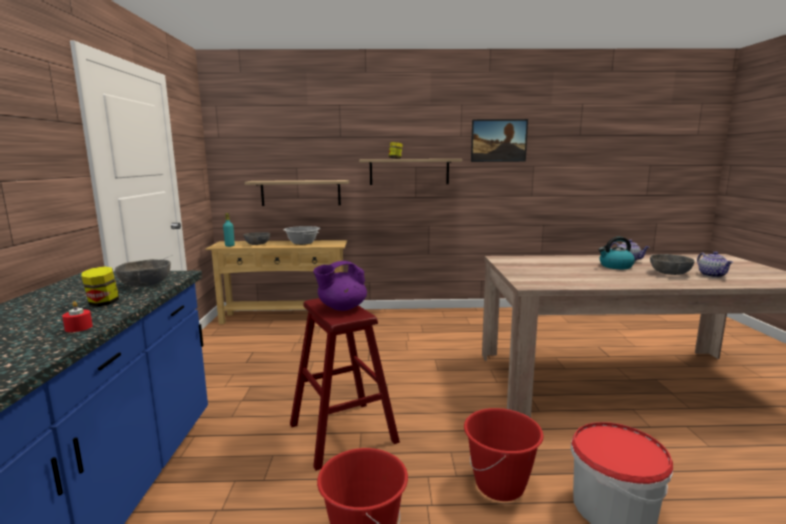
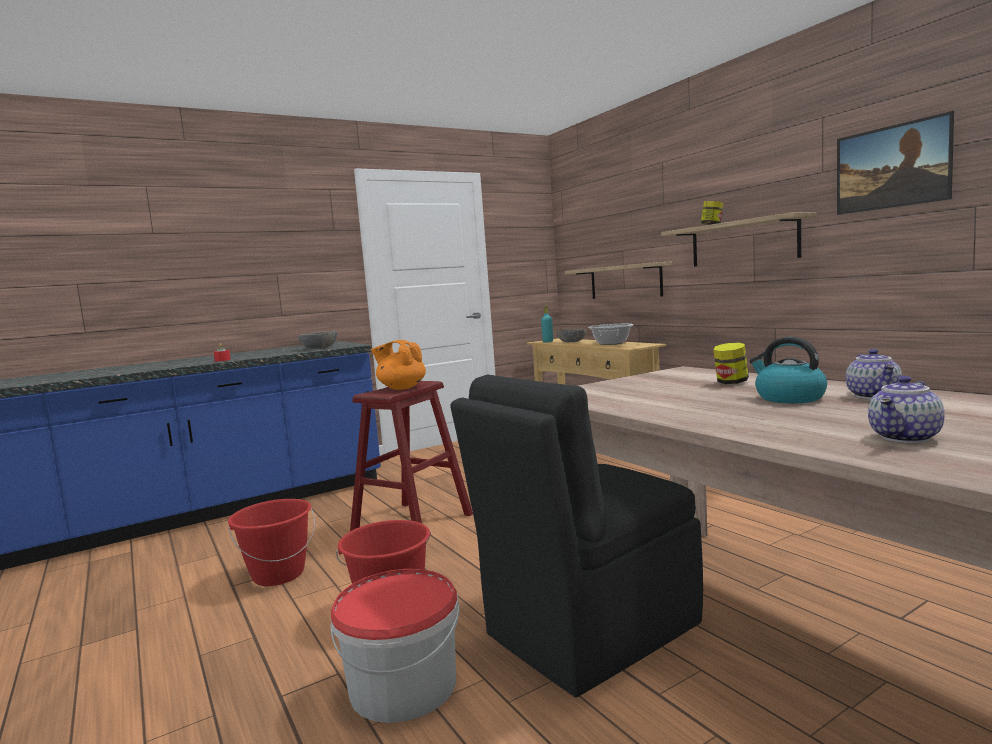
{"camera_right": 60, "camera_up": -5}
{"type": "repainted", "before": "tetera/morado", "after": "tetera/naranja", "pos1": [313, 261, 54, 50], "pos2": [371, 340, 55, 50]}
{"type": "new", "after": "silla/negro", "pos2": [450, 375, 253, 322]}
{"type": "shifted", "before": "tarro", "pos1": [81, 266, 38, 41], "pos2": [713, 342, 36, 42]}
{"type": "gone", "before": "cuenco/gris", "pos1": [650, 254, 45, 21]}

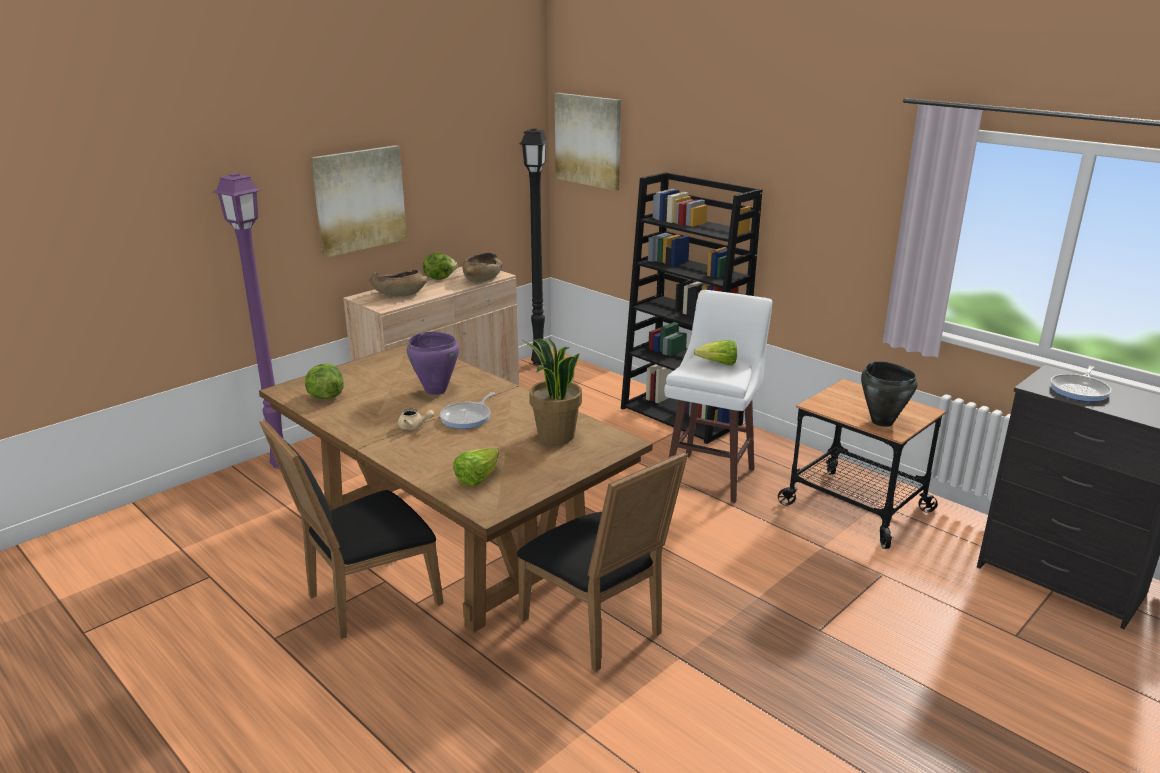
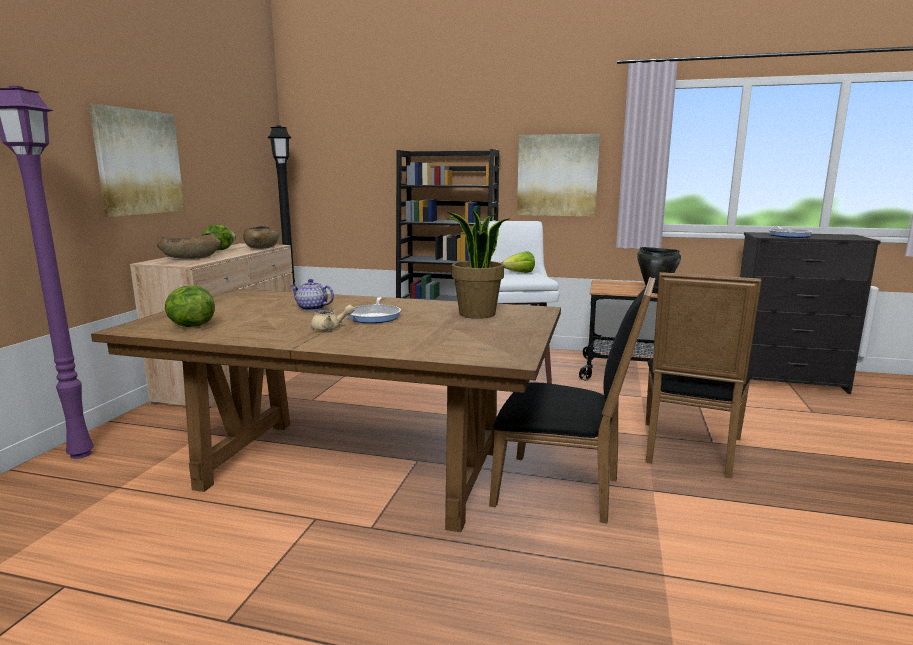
{"camera_right": -30, "camera_up": -10}
{"type": "swapped", "before": "olla/morado", "after": "tetera", "pos1": [407, 332, 52, 63], "pos2": [290, 279, 44, 32]}
{"type": "shifted", "before": "cuadro", "pos1": [555, 93, 66, 98], "pos2": [517, 134, 83, 83]}
{"type": "shifted", "before": "silla/negro", "pos1": [259, 419, 185, 220], "pos2": [646, 272, 116, 206]}
{"type": "gone", "before": "lechuga", "pos1": [453, 448, 46, 38]}

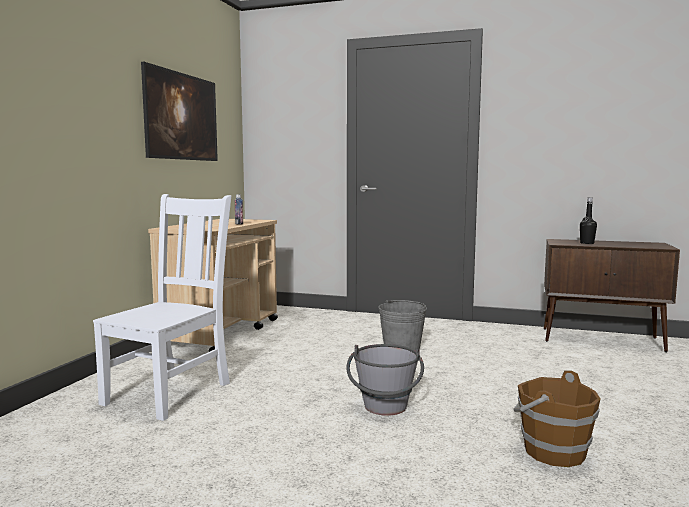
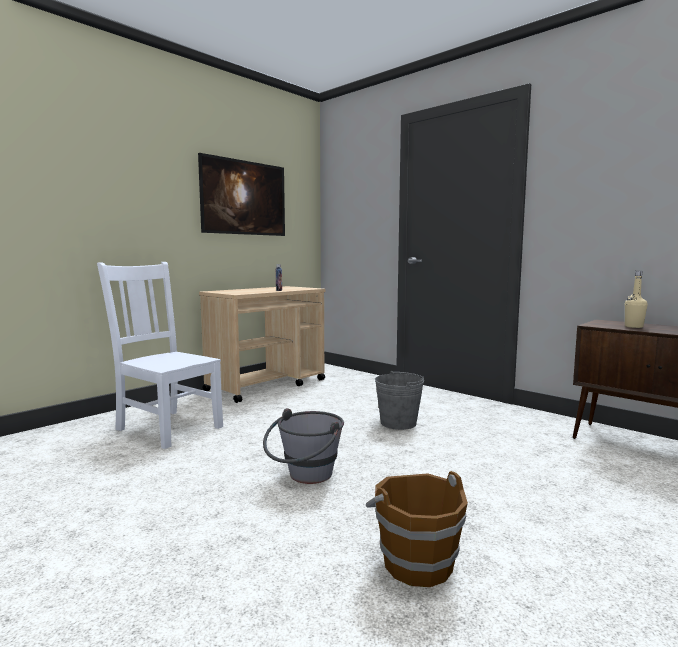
{"camera_right": 25, "camera_up": 0}
{"type": "rotated", "before": "silla/blanco", "pos1": [93, 194, 138, 227], "pos2": [97, 262, 126, 187], "turn": -105}
{"type": "repainted", "before": "botella/negro", "after": "botella/beis", "pos1": [580, 198, 17, 46], "pos2": [625, 271, 23, 57]}

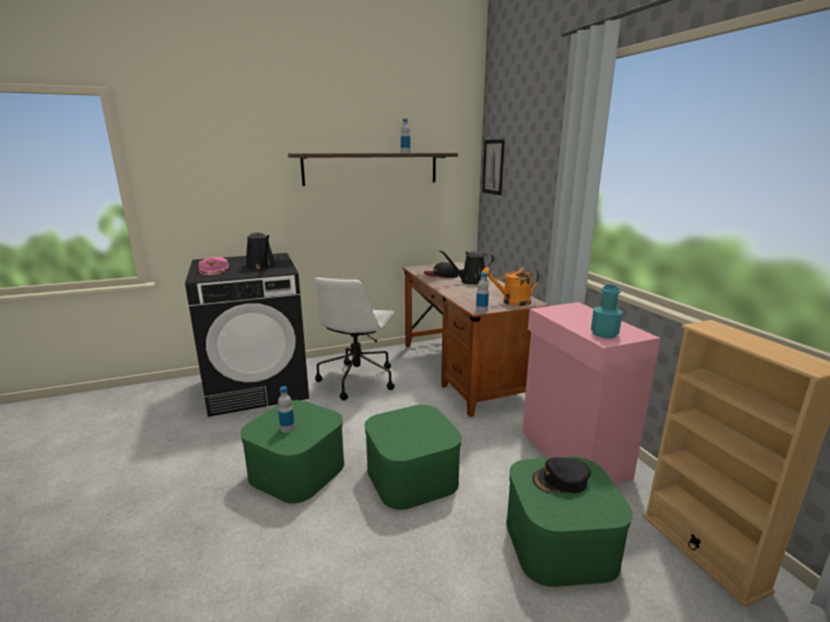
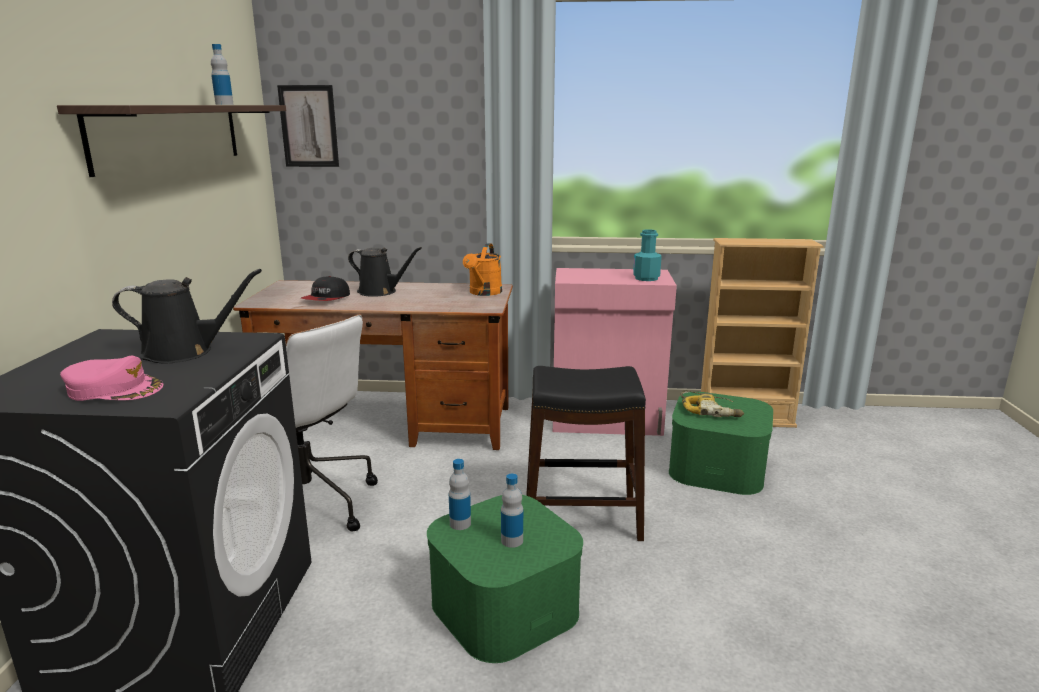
{"camera_right": -65, "camera_up": 0}
{"type": "rotated", "before": "regadera/negro", "pos1": [439, 250, 55, 34], "pos2": [348, 247, 74, 50], "turn": -75}
{"type": "shifted", "before": "botella", "pos1": [476, 272, 13, 41], "pos2": [449, 459, 22, 71]}
{"type": "swapped", "before": "caja de almacenaje/verde", "after": "taburete/negro", "pos1": [364, 405, 98, 105], "pos2": [526, 366, 120, 175]}
{"type": "swapped", "before": "gorra/negro", "after": "taladro", "pos1": [532, 457, 59, 36], "pos2": [681, 390, 63, 27]}

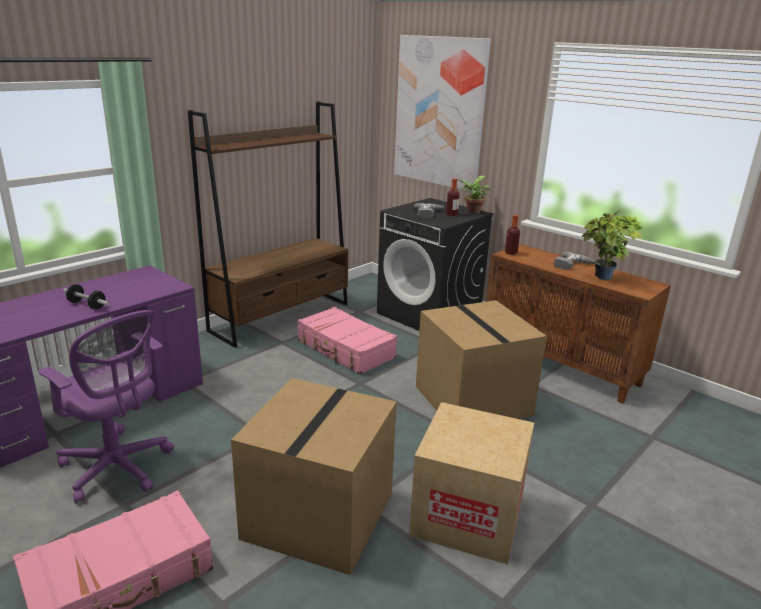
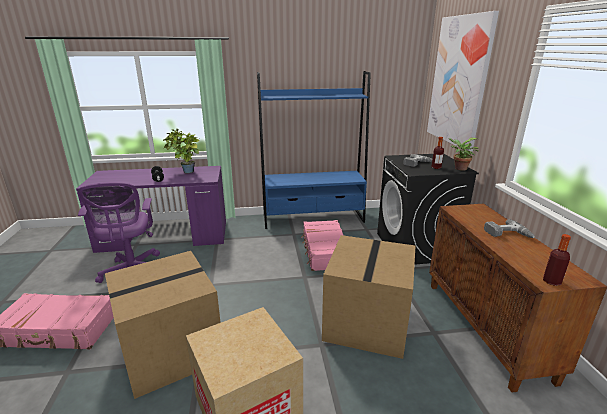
{"camera_right": 40, "camera_up": 0}
{"type": "shifted", "before": "planta en maceta", "pos1": [582, 211, 61, 69], "pos2": [163, 129, 36, 44]}
{"type": "repainted", "before": "estantería/marrón", "after": "estantería/azul", "pos1": [188, 101, 160, 247], "pos2": [257, 71, 114, 158]}
{"type": "shifted", "before": "botella", "pos1": [505, 215, 15, 40], "pos2": [543, 234, 28, 52]}

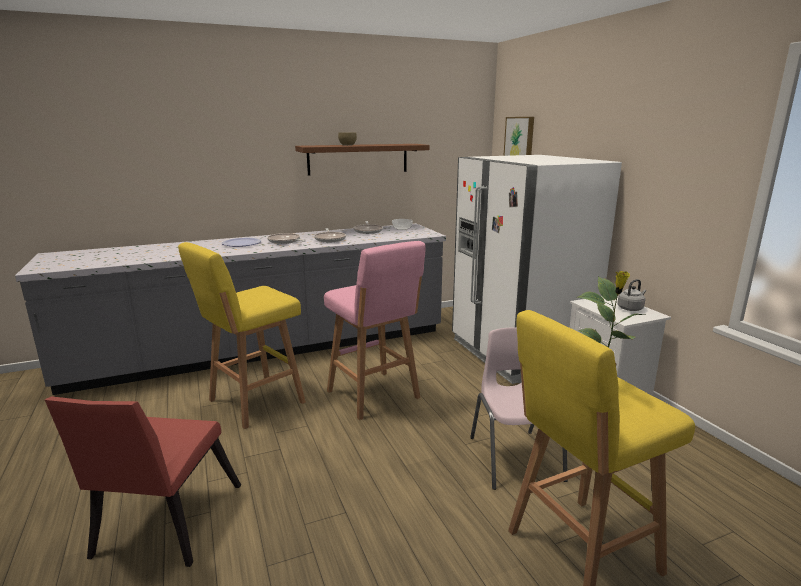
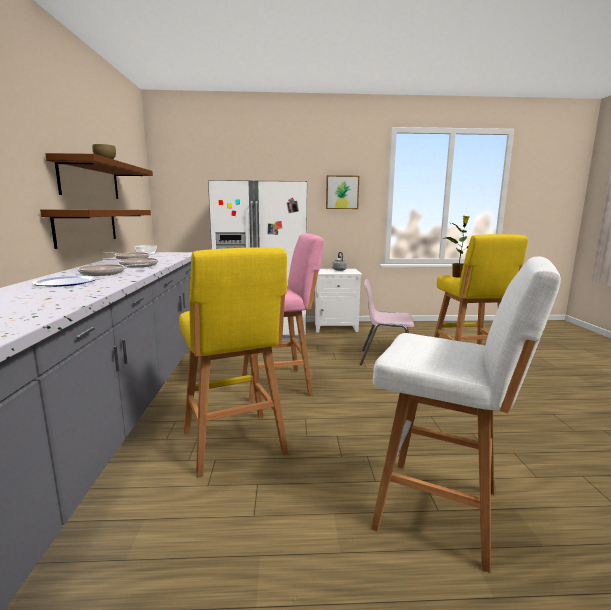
{"camera_right": -70, "camera_up": -5}
{"type": "new", "after": "estante/marrón", "pos2": [40, 209, 111, 40]}
{"type": "shifted", "before": "cuadro", "pos1": [504, 117, 30, 39], "pos2": [326, 175, 33, 34]}
{"type": "swapped", "before": "silla/rojo", "after": "taburete/blanco", "pos1": [45, 396, 196, 171], "pos2": [371, 257, 190, 316]}

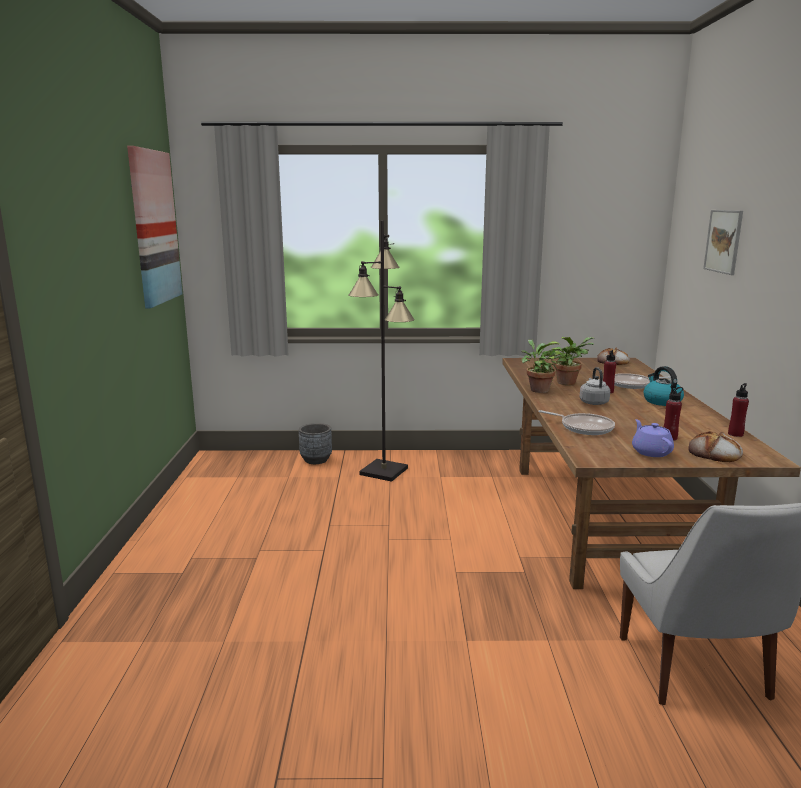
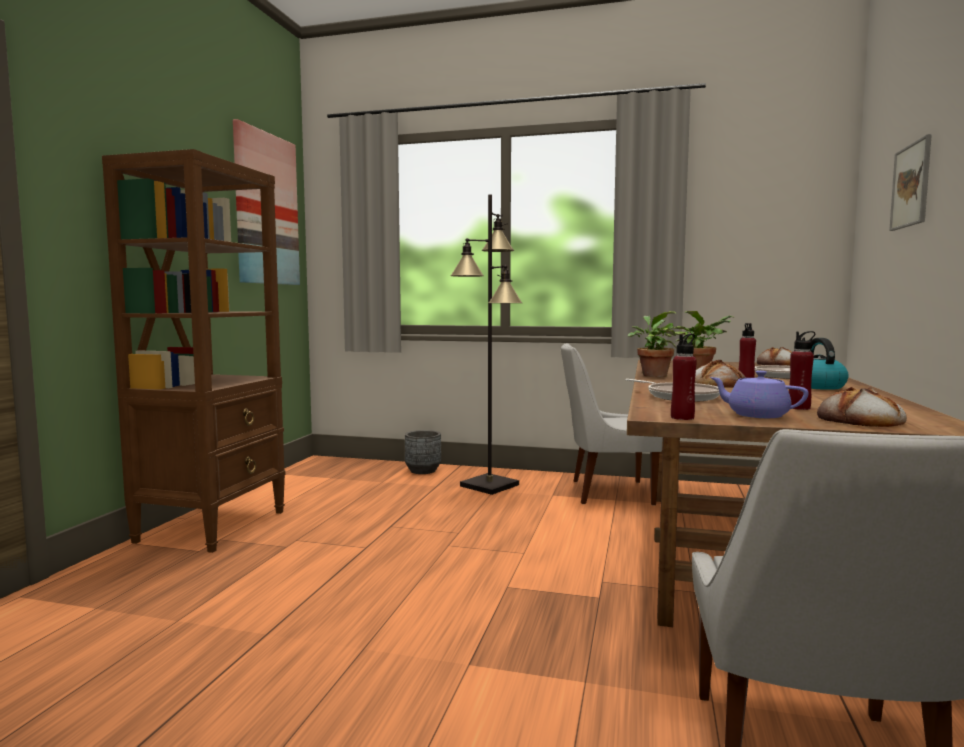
{"camera_right": 15, "camera_up": -10}
{"type": "new", "after": "estantería/marrón", "pos2": [102, 149, 184, 404]}
{"type": "new", "after": "silla/blanco", "pos2": [561, 343, 102, 163]}
{"type": "shifted", "before": "botella/rojo", "pos1": [728, 383, 21, 54], "pos2": [671, 334, 26, 86]}
{"type": "swapped", "before": "hervidor/gris", "after": "pan", "pos1": [580, 367, 30, 38], "pos2": [695, 360, 51, 28]}
{"type": "rotated", "before": "tetera/morado", "pos1": [632, 419, 42, 38], "pos2": [710, 371, 99, 47], "turn": -60}

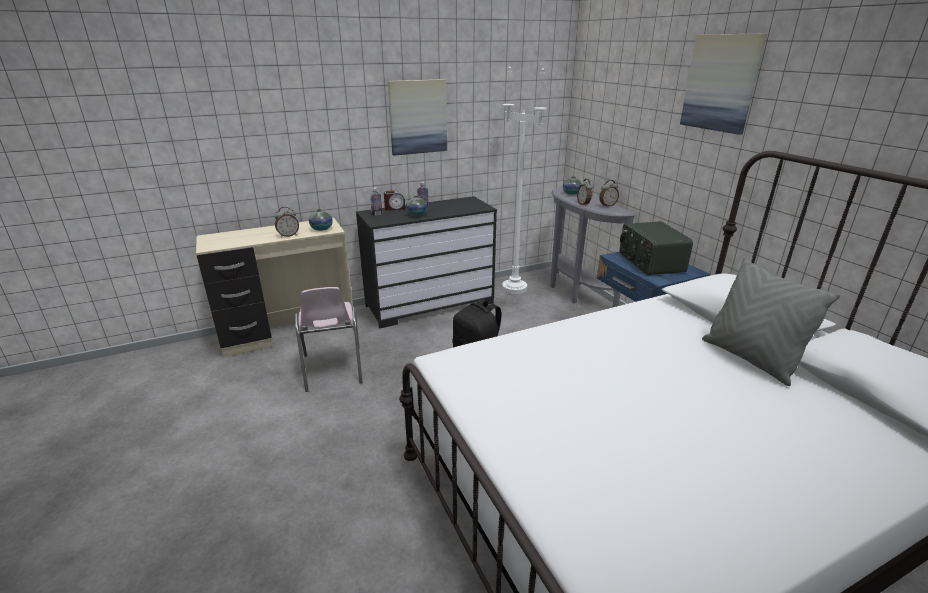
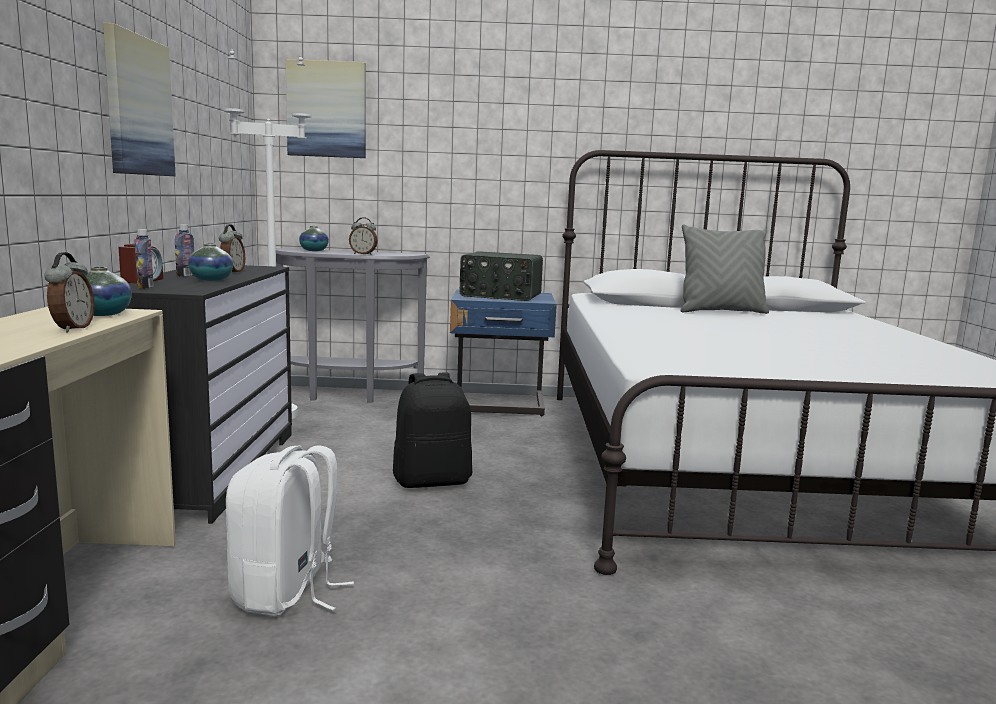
{"camera_right": -65, "camera_up": -15}
{"type": "shifted", "before": "despertador", "pos1": [599, 180, 20, 27], "pos2": [219, 224, 26, 49]}
{"type": "swapped", "before": "silla/rosa", "after": "mochila/blanco", "pos1": [295, 287, 68, 105], "pos2": [226, 445, 128, 172]}
{"type": "shifted", "before": "cuadro", "pos1": [680, 34, 87, 101], "pos2": [286, 59, 80, 99]}

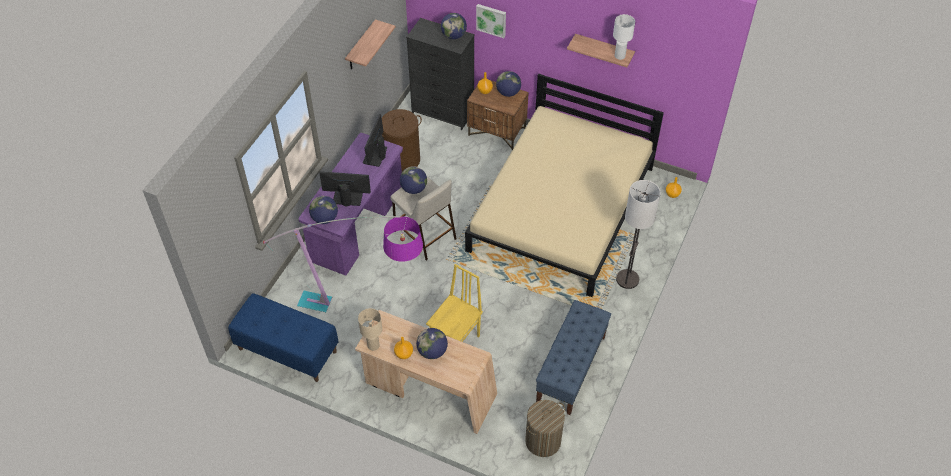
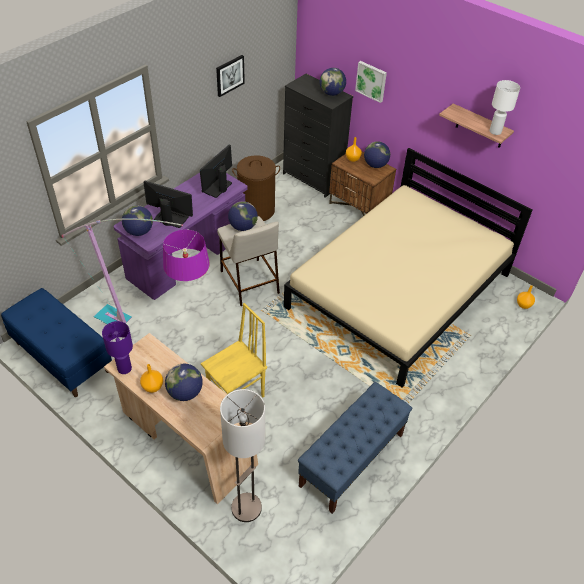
{"camera_right": 15, "camera_up": -5}
{"type": "repainted", "before": "lámpara de mesa/beis", "after": "lámpara de mesa/morado", "pos1": [358, 308, 24, 43], "pos2": [102, 321, 31, 53]}
{"type": "swapped", "before": "estante", "after": "cuadro", "pos1": [345, 19, 51, 51], "pos2": [216, 55, 29, 42]}
{"type": "shifted", "before": "lámpara de pie", "pos1": [616, 180, 45, 109], "pos2": [220, 389, 45, 133]}
{"type": "gone", "before": "cesto de la ropa", "pos1": [525, 400, 40, 57]}

